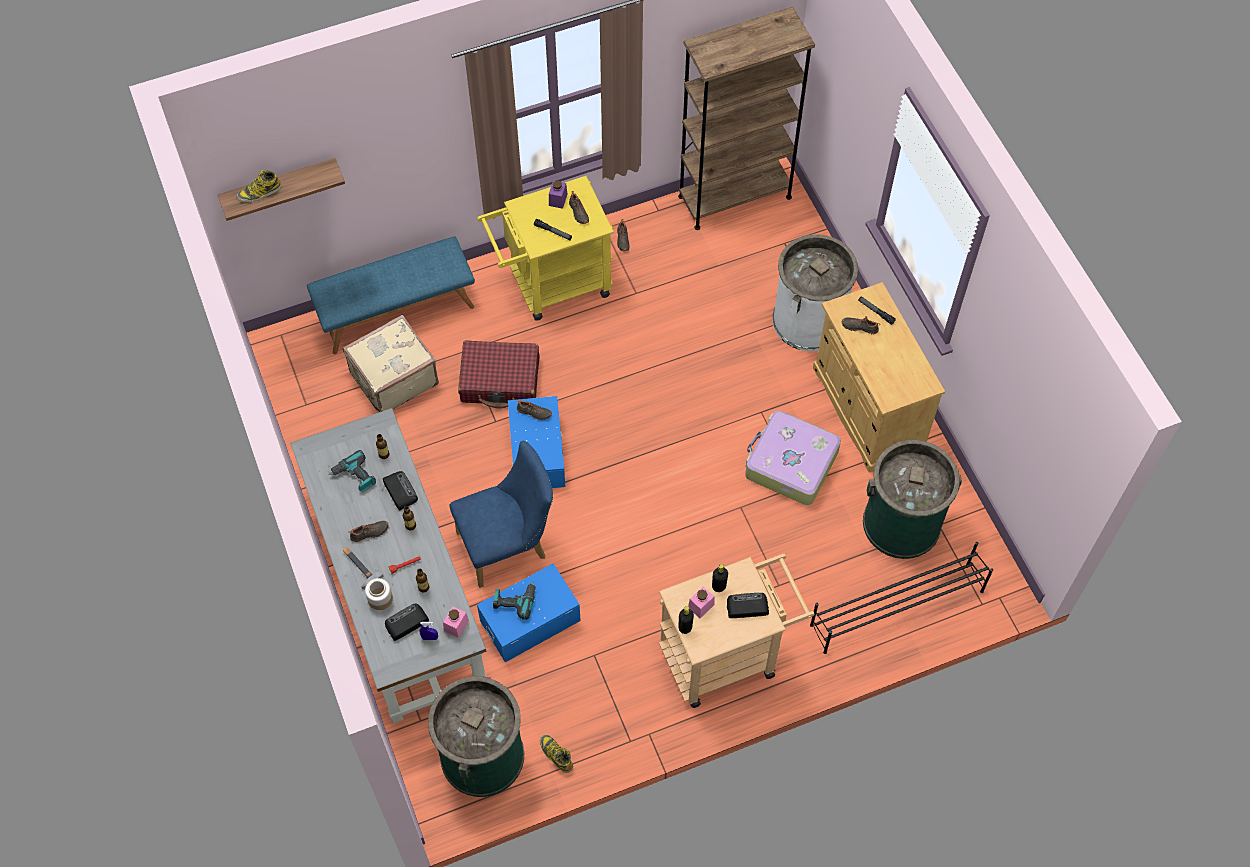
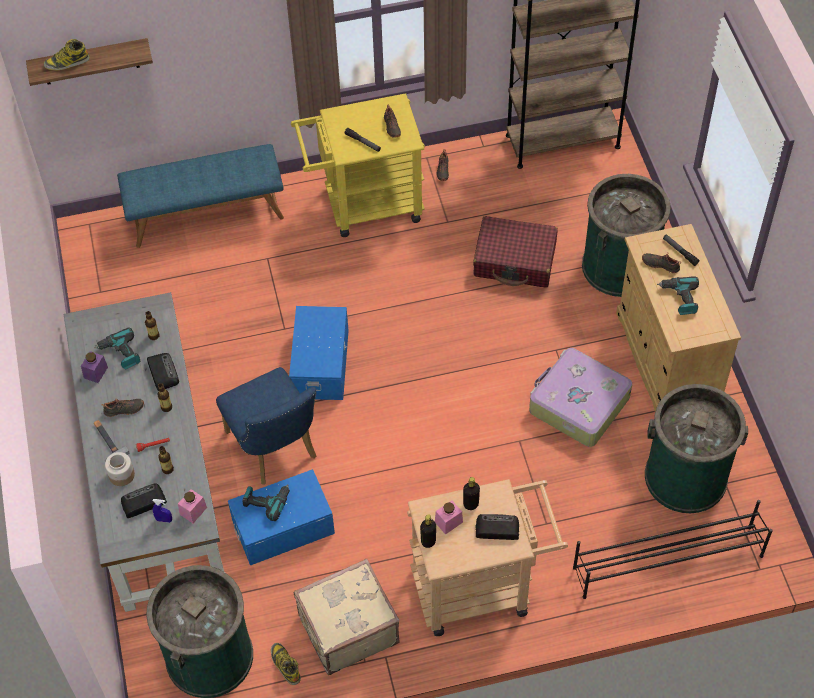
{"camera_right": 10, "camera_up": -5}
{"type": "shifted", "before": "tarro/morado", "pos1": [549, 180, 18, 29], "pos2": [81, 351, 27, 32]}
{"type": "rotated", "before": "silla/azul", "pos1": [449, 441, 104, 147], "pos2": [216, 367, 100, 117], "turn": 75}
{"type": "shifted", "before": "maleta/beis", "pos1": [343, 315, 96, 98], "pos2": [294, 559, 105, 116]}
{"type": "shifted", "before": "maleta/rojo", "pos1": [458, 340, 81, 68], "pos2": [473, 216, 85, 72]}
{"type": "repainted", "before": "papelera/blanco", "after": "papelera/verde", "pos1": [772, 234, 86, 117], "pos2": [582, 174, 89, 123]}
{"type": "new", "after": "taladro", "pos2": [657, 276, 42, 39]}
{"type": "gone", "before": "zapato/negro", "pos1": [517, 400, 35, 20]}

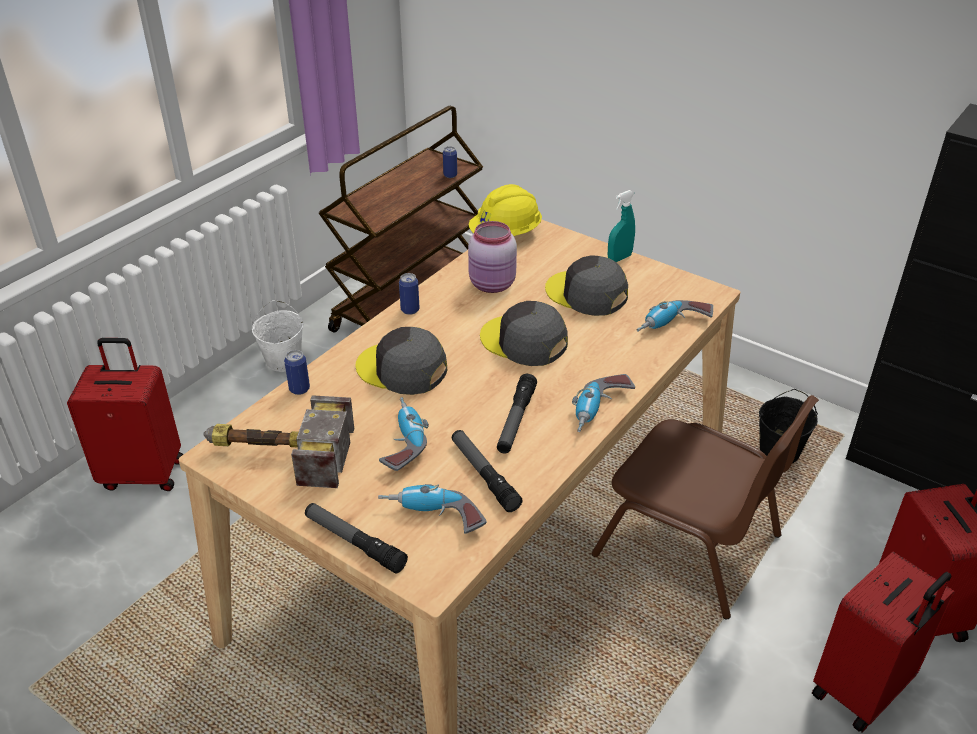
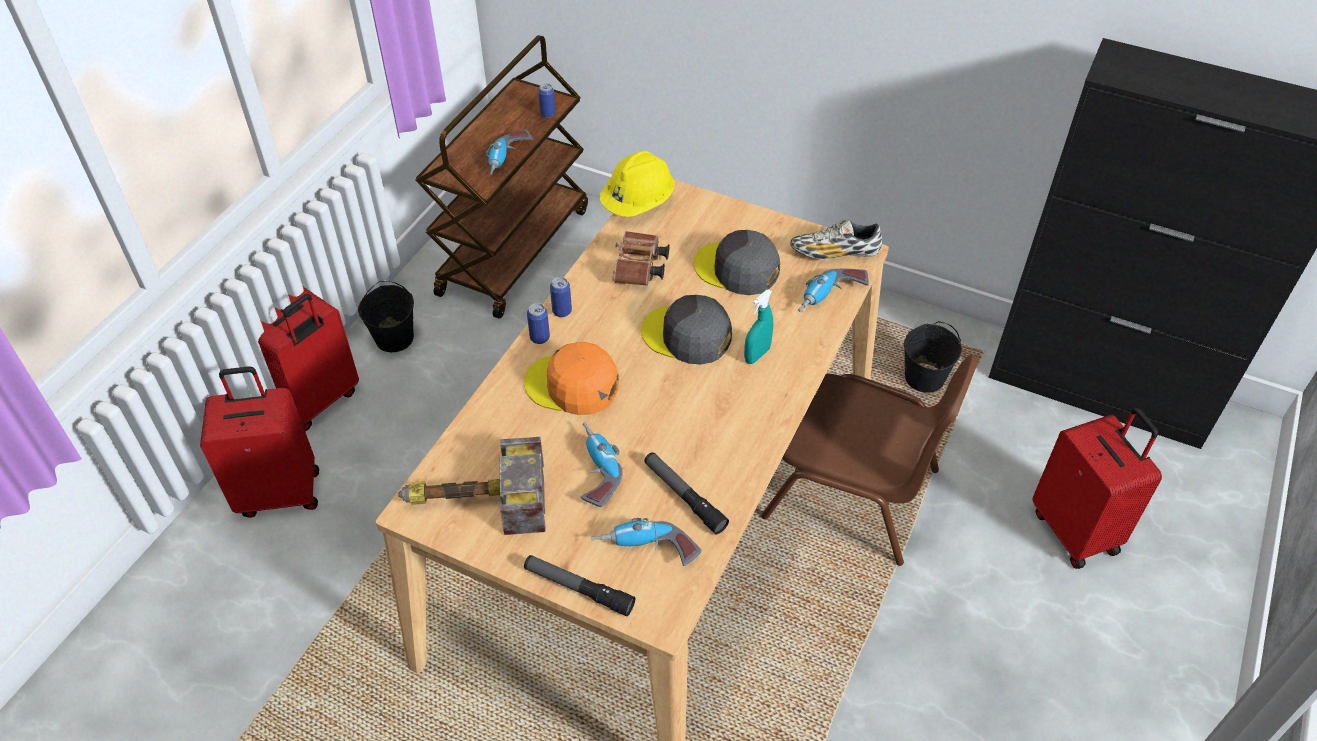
{"camera_right": -10, "camera_up": 10}
{"type": "shifted", "before": "maleta/rojo", "pos1": [812, 552, 143, 180], "pos2": [258, 287, 101, 144]}
{"type": "repainted", "before": "cubo/blanco", "after": "cubo/negro", "pos1": [252, 300, 52, 72], "pos2": [358, 281, 56, 71]}
{"type": "shifted", "before": "taladro", "pos1": [572, 374, 63, 58], "pos2": [486, 130, 47, 45]}
{"type": "repainted", "before": "gorra/gris", "after": "gorra/naranja", "pos1": [355, 327, 92, 68], "pos2": [524, 342, 95, 73]}
{"type": "shifted", "before": "lata", "pos1": [284, 350, 26, 45], "pos2": [527, 303, 23, 41]}
{"type": "swapped", "before": "tarro/rosa", "after": "prismáticos/marrón", "pos1": [468, 221, 49, 72], "pos2": [612, 231, 58, 55]}
{"type": "shifted", "before": "pulverizador/turquesa", "pos1": [608, 190, 27, 72], "pos2": [744, 289, 30, 75]}
{"type": "new", "after": "zapato", "pos2": [790, 220, 92, 40]}
{"type": "gone", "before": "linterna", "pos1": [497, 374, 40, 80]}

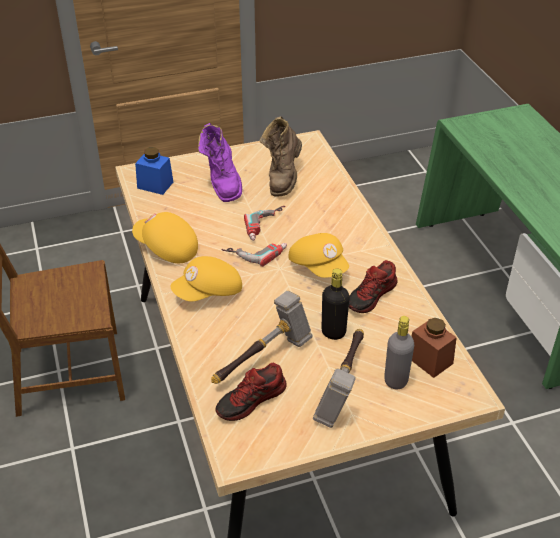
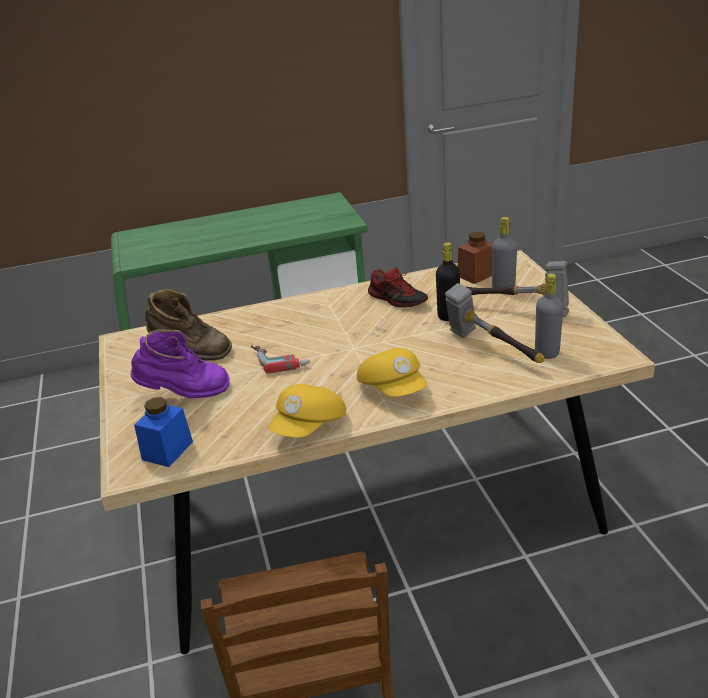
{"camera_right": -85, "camera_up": -10}
{"type": "swapped", "before": "zapato", "after": "botella/gris", "pos1": [215, 363, 72, 58], "pos2": [535, 273, 28, 86]}
{"type": "gone", "before": "taladro", "pos1": [221, 243, 66, 24]}
{"type": "gone", "before": "gorra/amarillo", "pos1": [289, 233, 60, 45]}

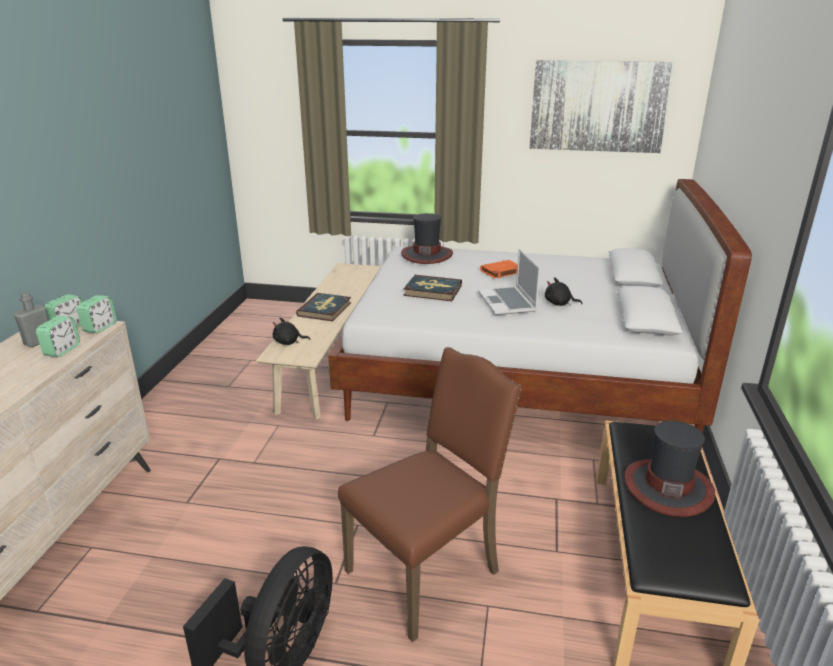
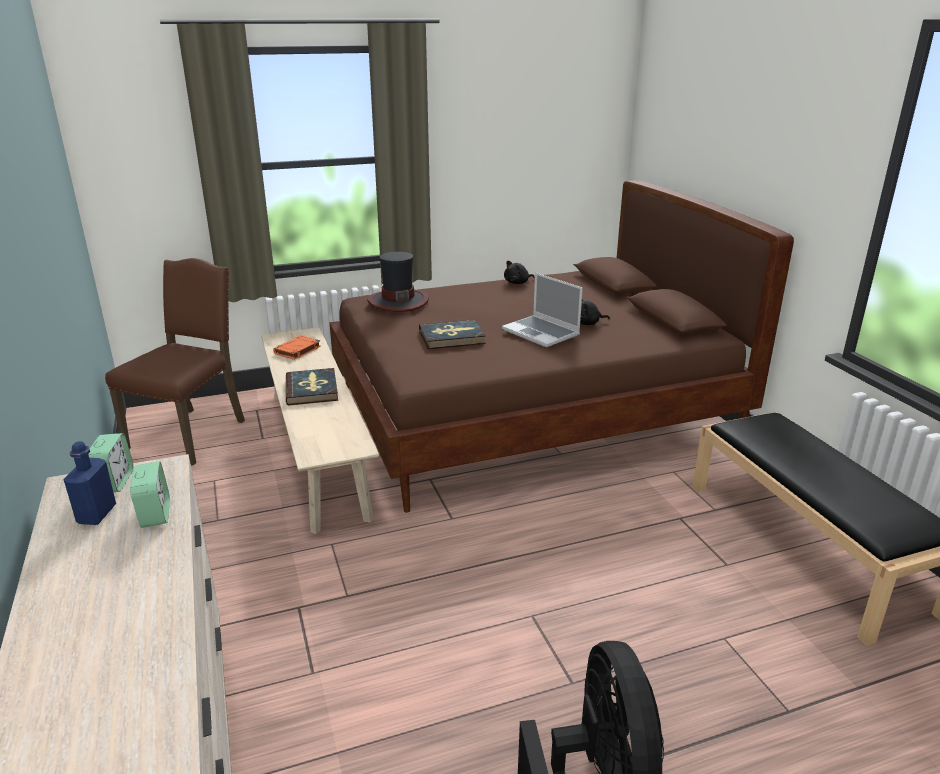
{"camera_right": -30, "camera_up": 0}
{"type": "repainted", "before": "botella/gris", "after": "botella/azul", "pos1": [14, 292, 34, 55], "pos2": [63, 441, 53, 84]}
{"type": "shifted", "before": "silla/marrón", "pos1": [338, 347, 185, 295], "pos2": [105, 258, 140, 208]}
{"type": "shifted", "before": "libro/naranja", "pos1": [480, 260, 38, 19], "pos2": [273, 335, 48, 25]}
{"type": "repainted", "before": "cama/blanco", "after": "cama/marrón", "pos1": [328, 179, 424, 254], "pos2": [329, 180, 465, 333]}
{"type": "shifted", "before": "peluche/negro", "pos1": [273, 318, 38, 27], "pos2": [504, 261, 30, 23]}
{"type": "gone", "before": "despertador", "pos1": [77, 295, 40, 38]}
{"type": "gone", "before": "cuadro", "pos1": [529, 60, 146, 93]}
{"type": "gone", "before": "sombrero", "pos1": [624, 421, 91, 96]}

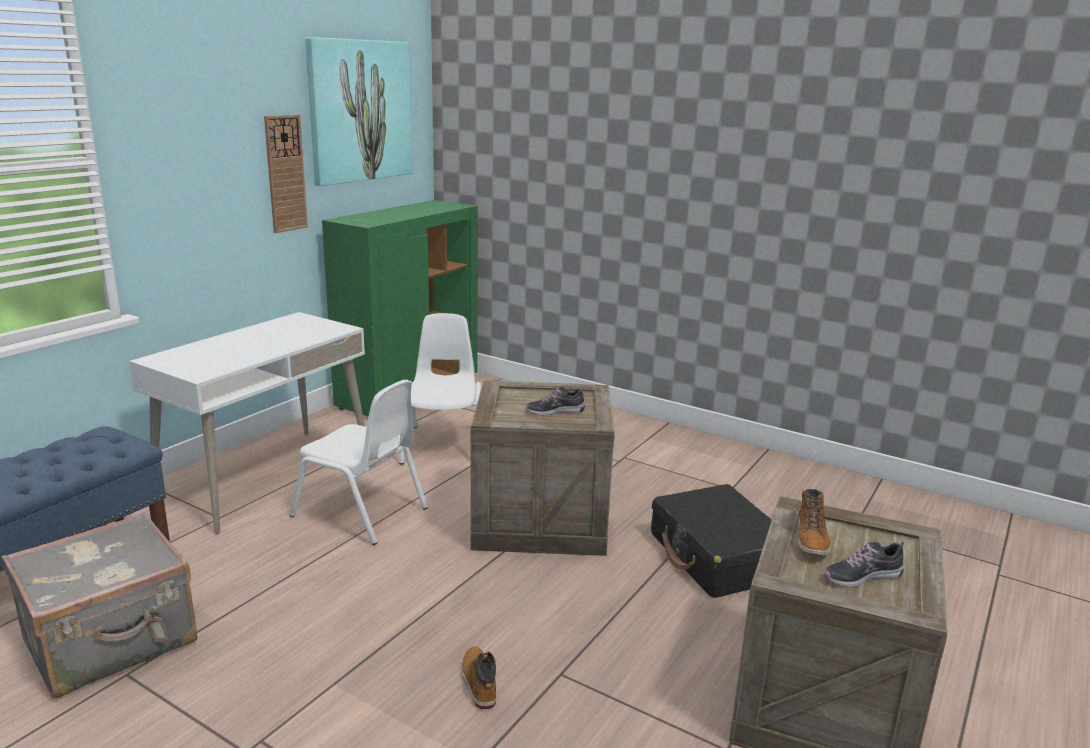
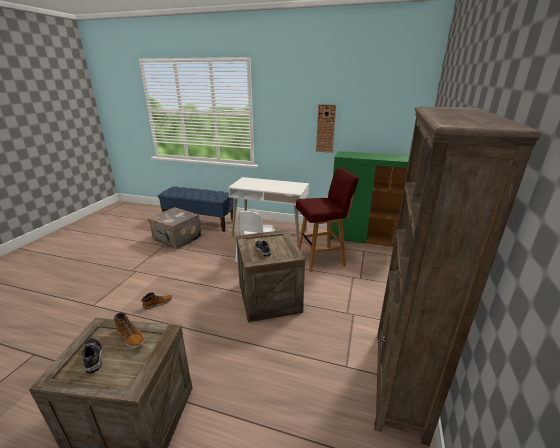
{"camera_right": 75, "camera_up": 5}
{"type": "rotated", "before": "bota", "pos1": [798, 489, 33, 67], "pos2": [114, 313, 31, 36], "turn": -135}
{"type": "swapped", "before": "silla/blanco", "after": "taburete/rojo", "pos1": [399, 313, 82, 152], "pos2": [296, 167, 63, 105]}
{"type": "new", "after": "estantería/marrón", "pos2": [374, 106, 167, 340]}
{"type": "gone", "before": "cuadro", "pos1": [305, 37, 107, 149]}
{"type": "gone", "before": "maleta/negro", "pos1": [651, 484, 121, 114]}

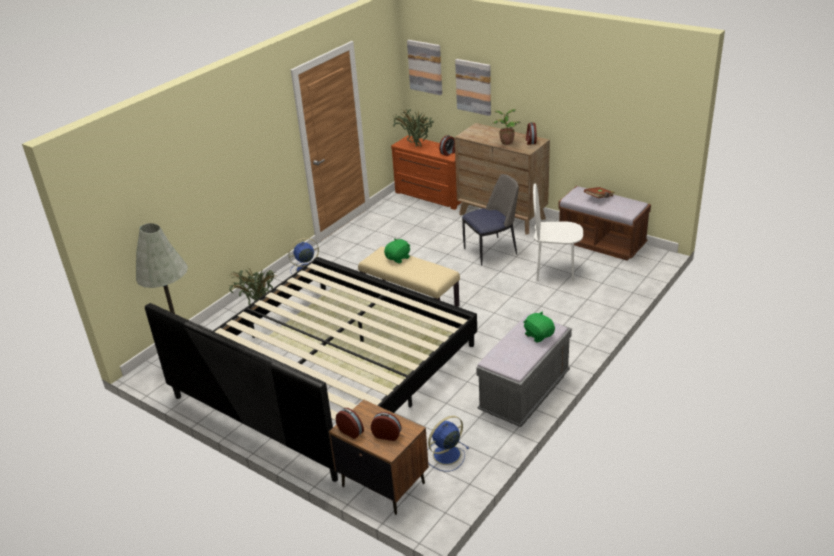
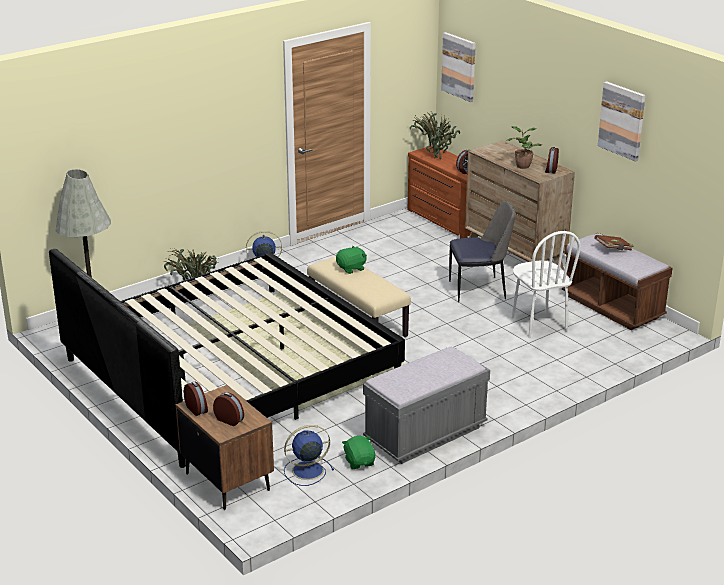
{"camera_right": 15, "camera_up": -5}
{"type": "shifted", "before": "peluche/verde", "pos1": [523, 311, 32, 32], "pos2": [342, 436, 34, 33]}
{"type": "rotated", "before": "silla/blanco", "pos1": [533, 184, 50, 97], "pos2": [512, 231, 69, 107], "turn": -135}
{"type": "shifted", "before": "cuadro", "pos1": [455, 59, 36, 57], "pos2": [598, 81, 47, 81]}

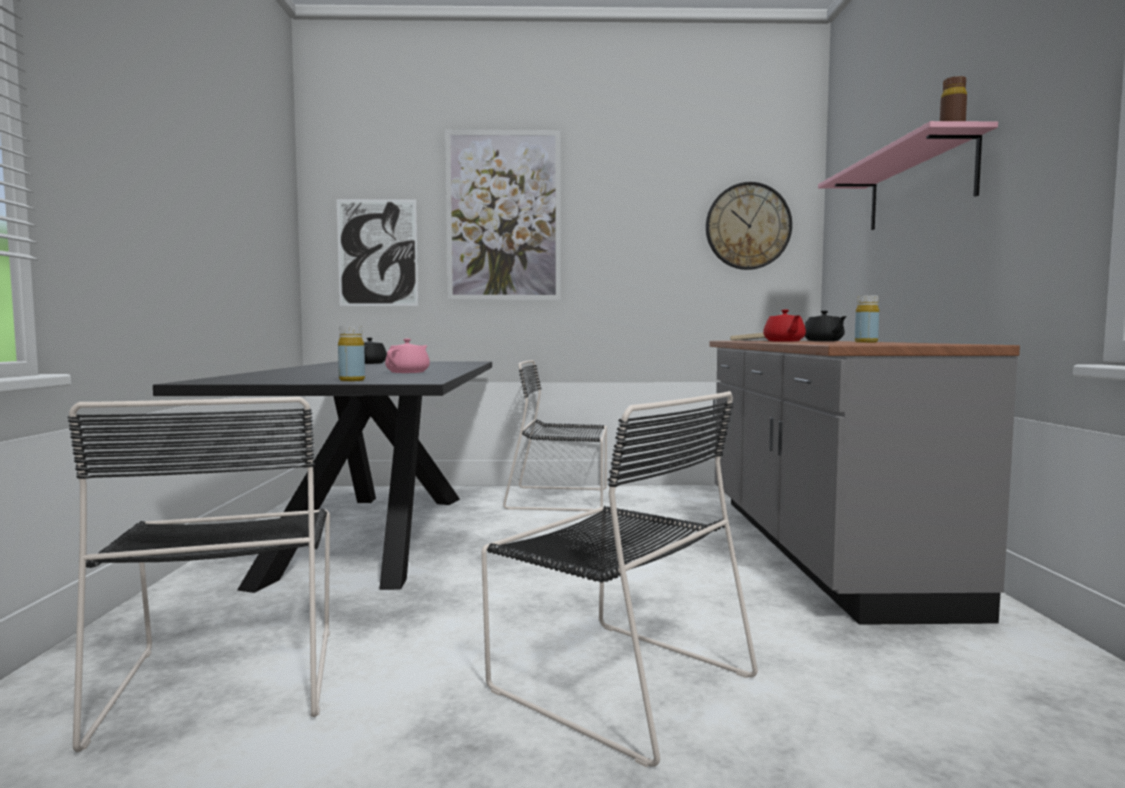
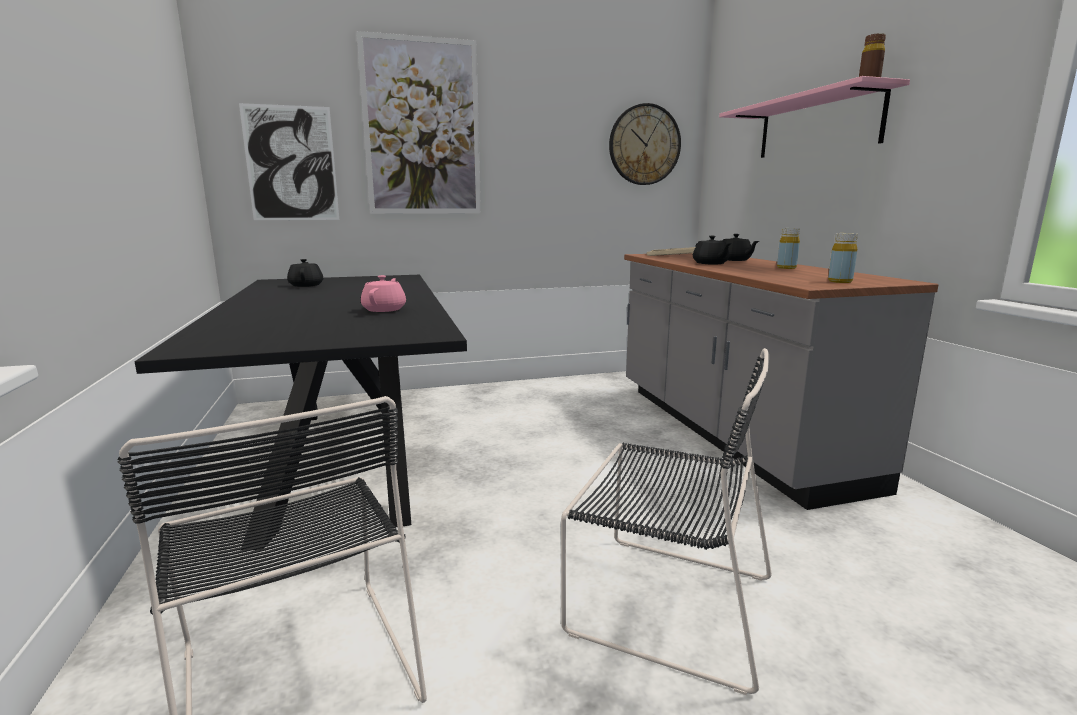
{"camera_right": -15, "camera_up": 10}
{"type": "repainted", "before": "tetera/rojo", "after": "tetera/negro", "pos1": [763, 310, 43, 32], "pos2": [693, 236, 38, 28]}
{"type": "shifted", "before": "botella/amarillo", "pos1": [338, 326, 27, 55], "pos2": [828, 233, 30, 50]}
{"type": "gone", "before": "silla/negro", "pos1": [503, 360, 104, 151]}

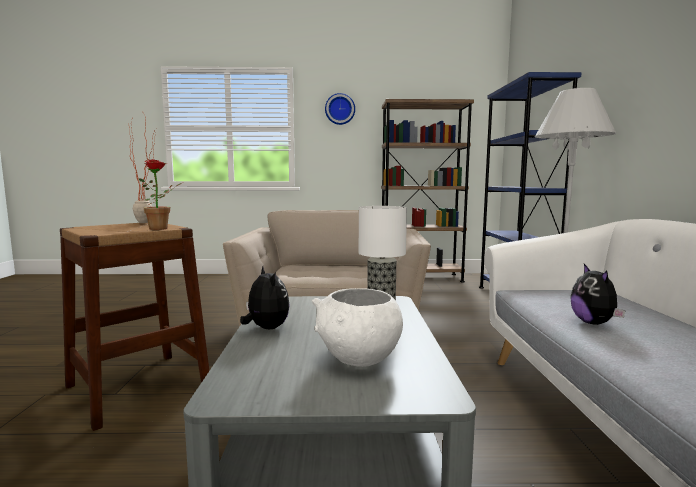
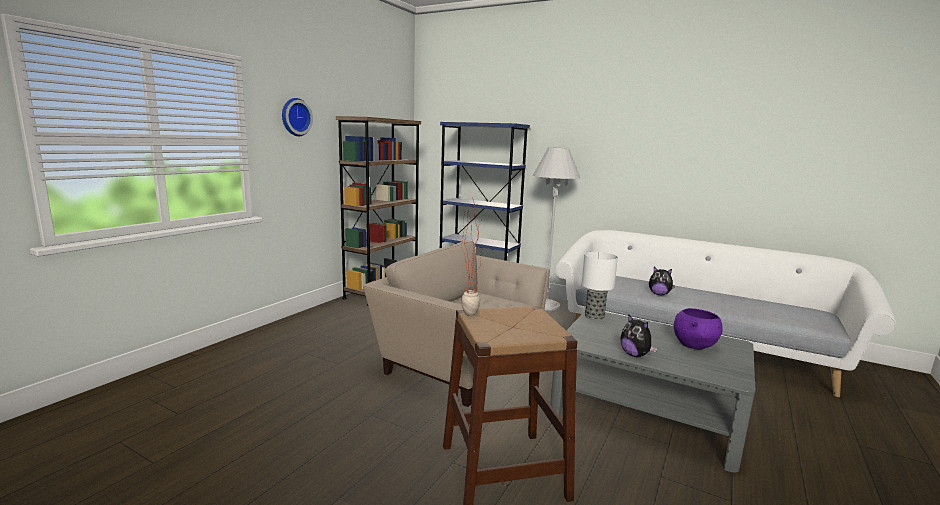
{"camera_right": -60, "camera_up": 5}
{"type": "rotated", "before": "peluche", "pos1": [240, 267, 50, 62], "pos2": [620, 315, 38, 42], "turn": -120}
{"type": "repainted", "before": "cuenco/blanco", "after": "cuenco/morado", "pos1": [312, 288, 91, 79], "pos2": [674, 308, 49, 42]}
{"type": "gone", "before": "planta en maceta", "pos1": [139, 159, 43, 71]}

